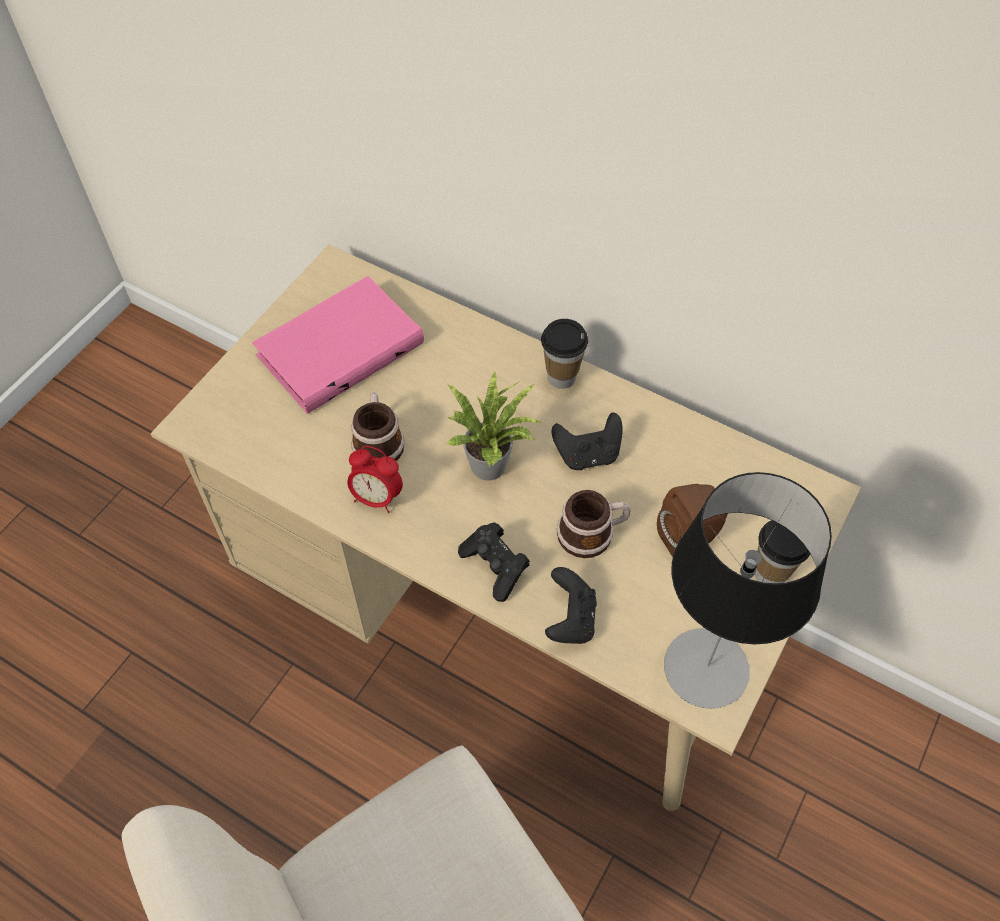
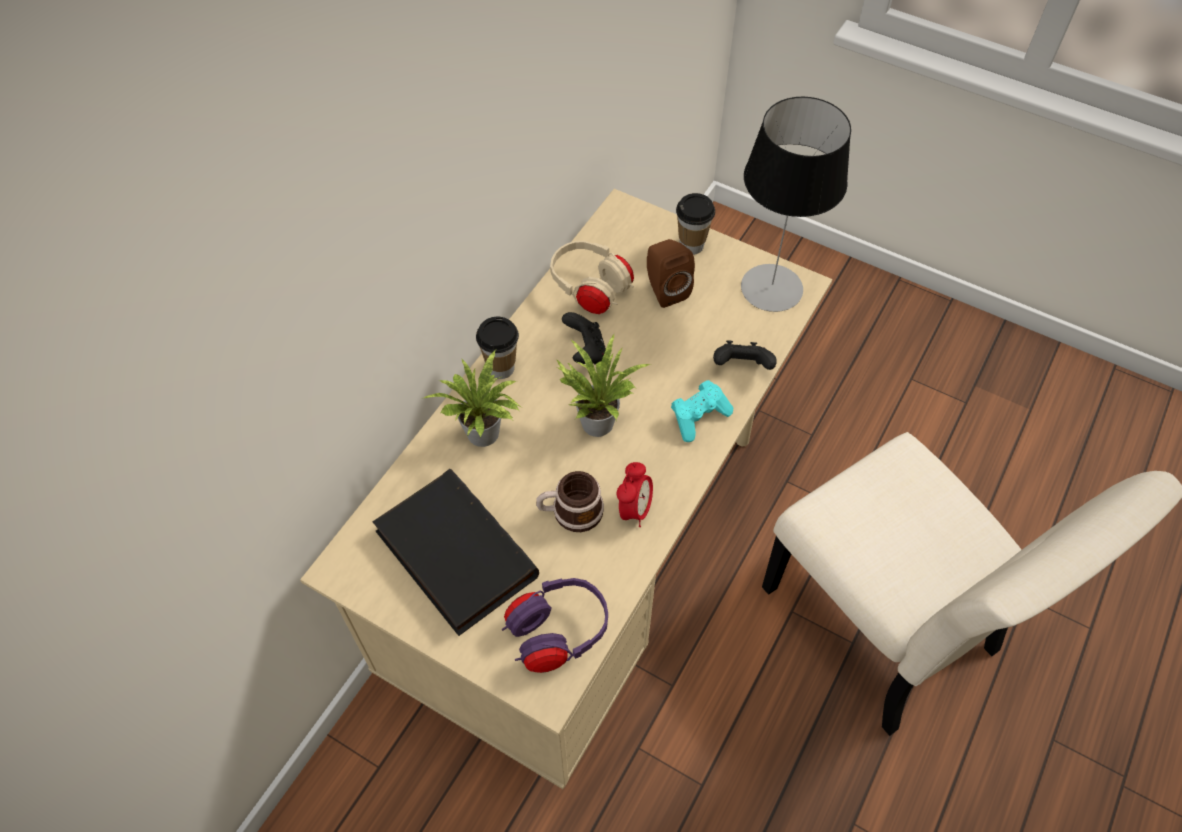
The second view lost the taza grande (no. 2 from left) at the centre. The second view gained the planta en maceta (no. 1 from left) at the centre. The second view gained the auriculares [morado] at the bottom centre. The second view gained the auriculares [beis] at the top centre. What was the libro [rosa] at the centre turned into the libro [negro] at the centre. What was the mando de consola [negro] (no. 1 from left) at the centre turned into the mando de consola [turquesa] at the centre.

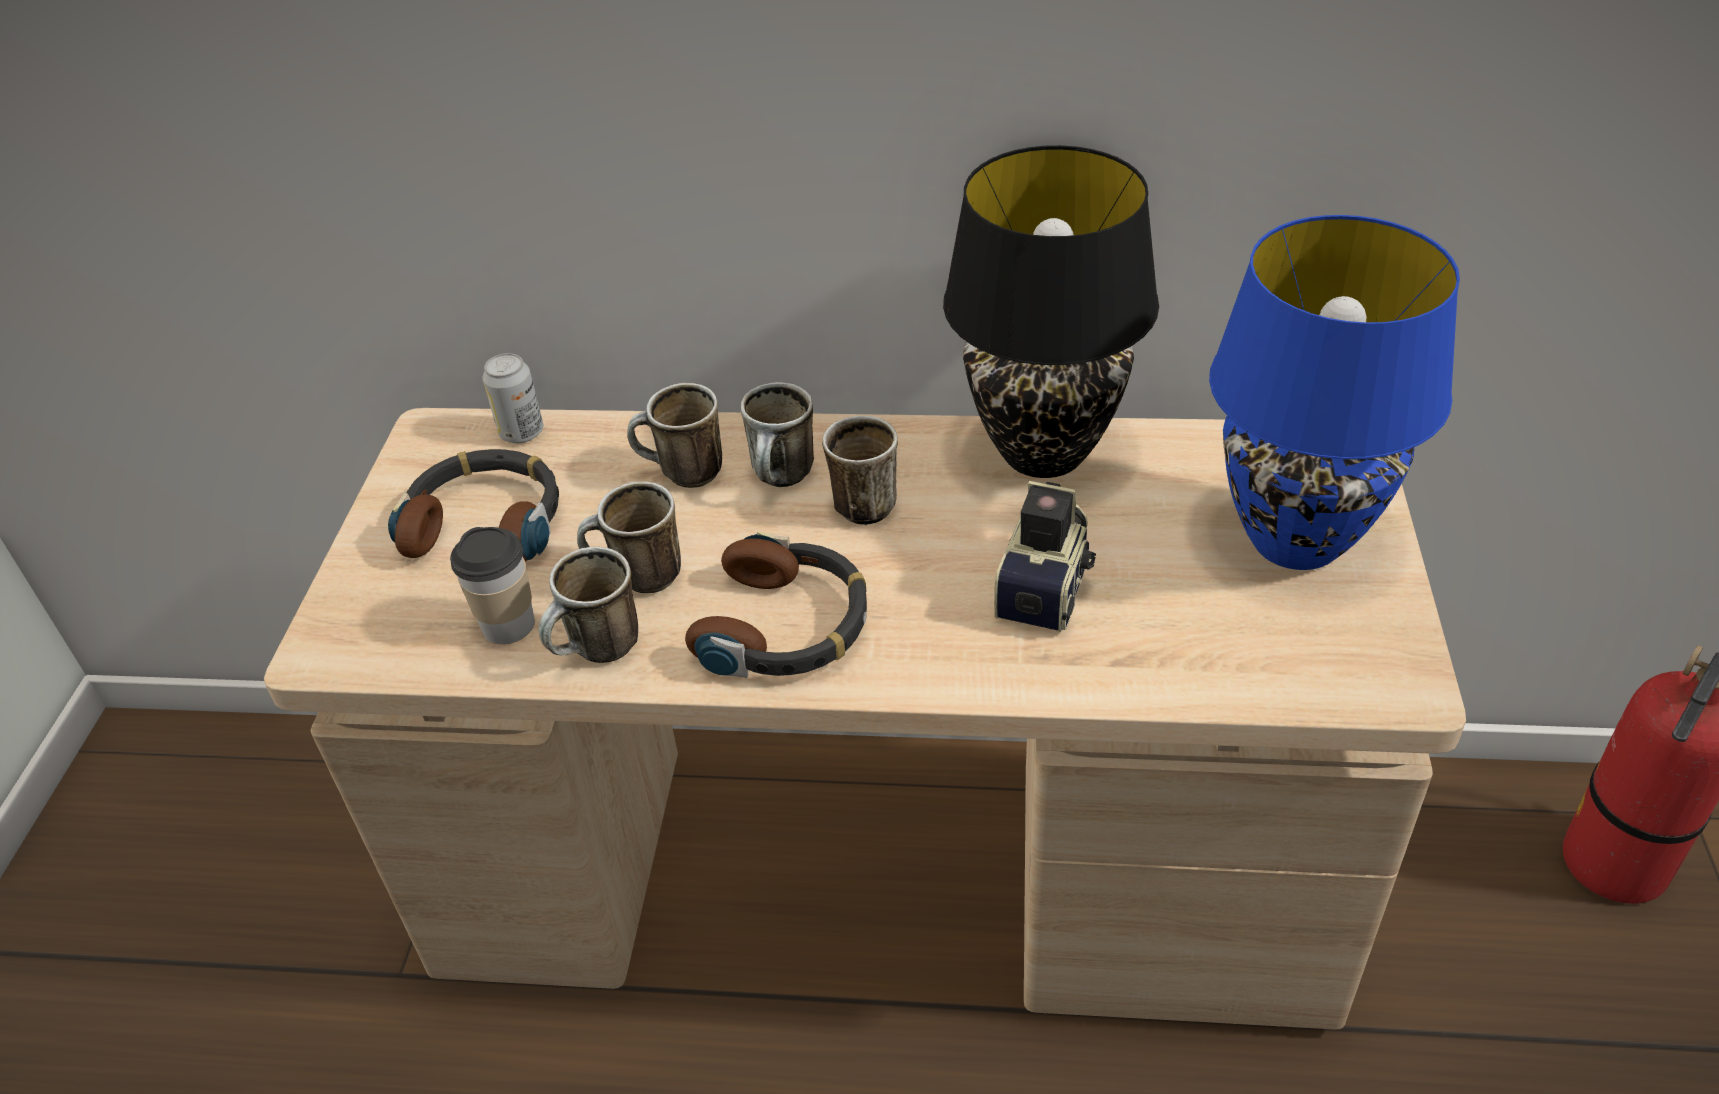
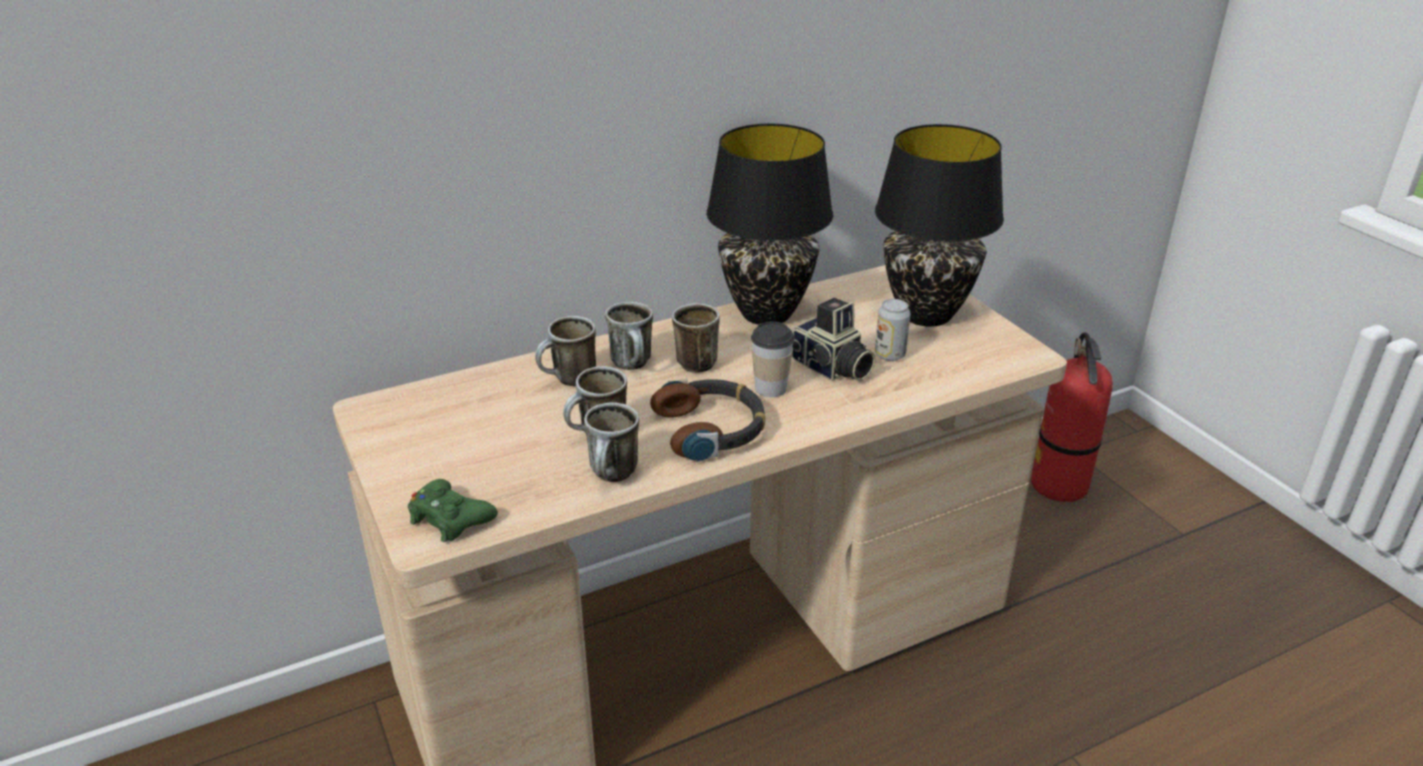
The second view lost the auriculares (no. 1 from left) at the middle left. The second view gained the mando de consola [verde] at the middle left. The taza ended up elsewhere, having gone from the middle left to the centre. The lata ended up elsewhere, having gone from the middle left to the centre. What was the lámpara de mesa [azul] at the middle right turned into the lámpara de mesa [negro] (no. 2 from left) at the top centre. The cámara at the centre ended up facing another way, 150 degrees clockwise from before.

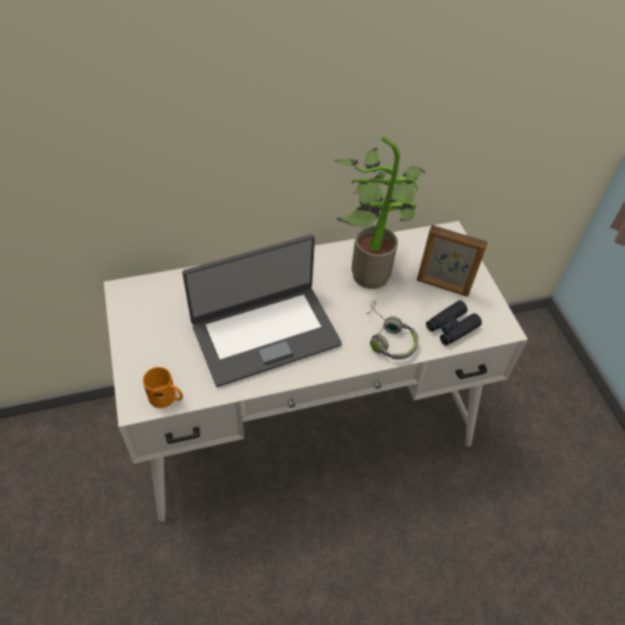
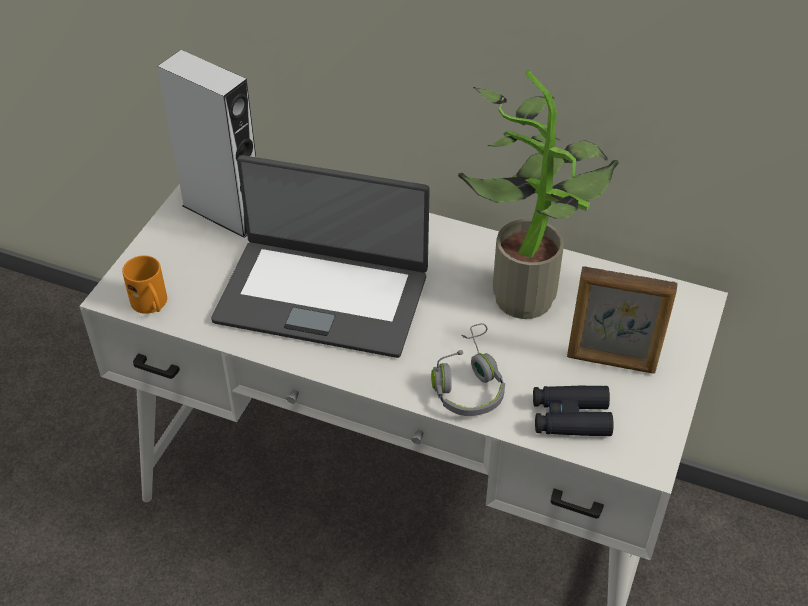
The second view gained the altavoz [gris] at the top left. The portarretratos at the middle right ended up facing another way, 45 degrees counterclockwise from before.

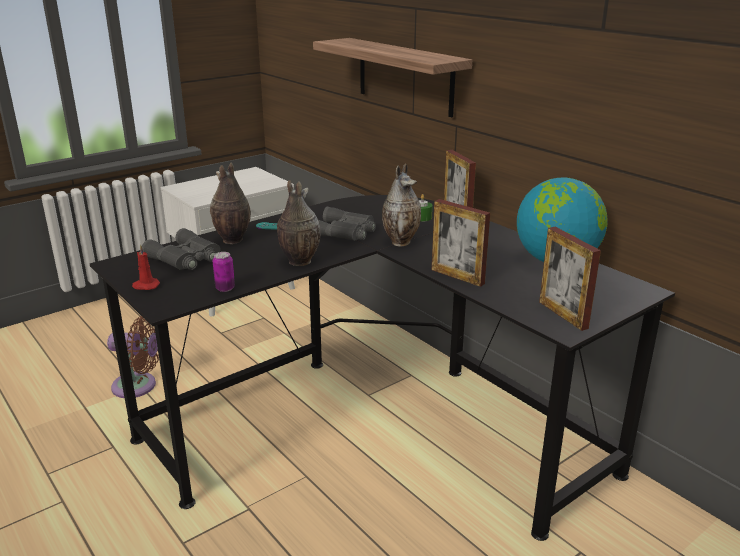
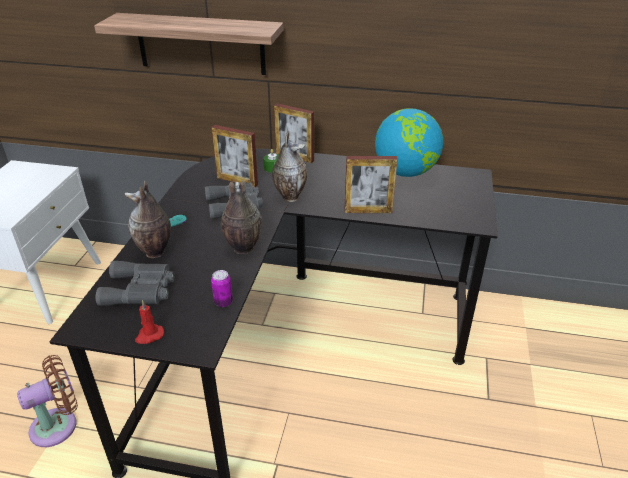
The portarretratos (no. 3 from left in the first image) ended up elsewhere, having gone from the middle right to the top centre.

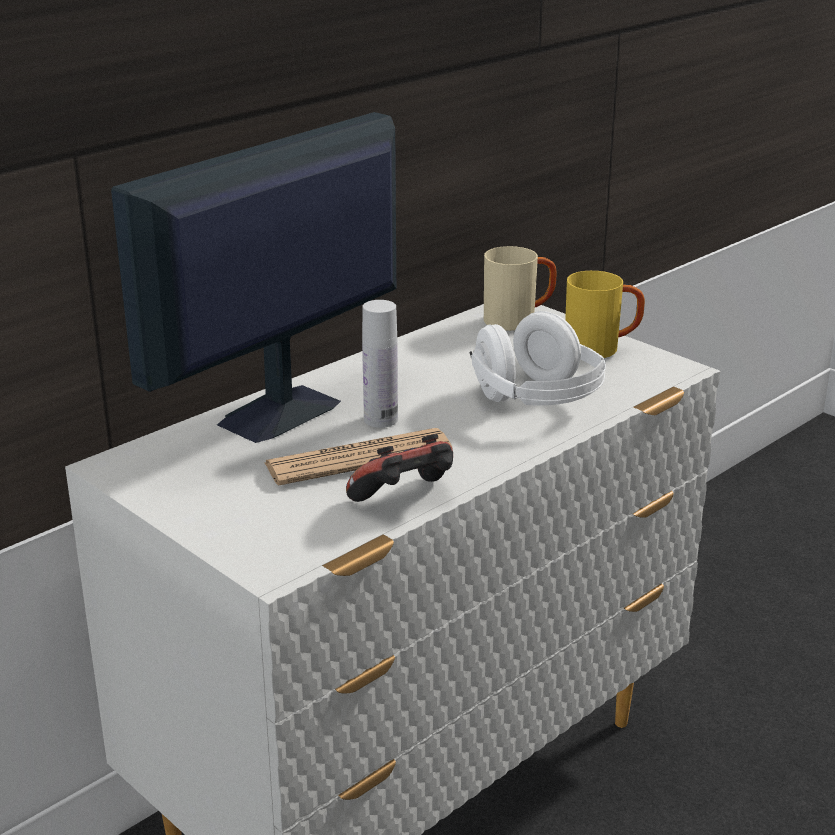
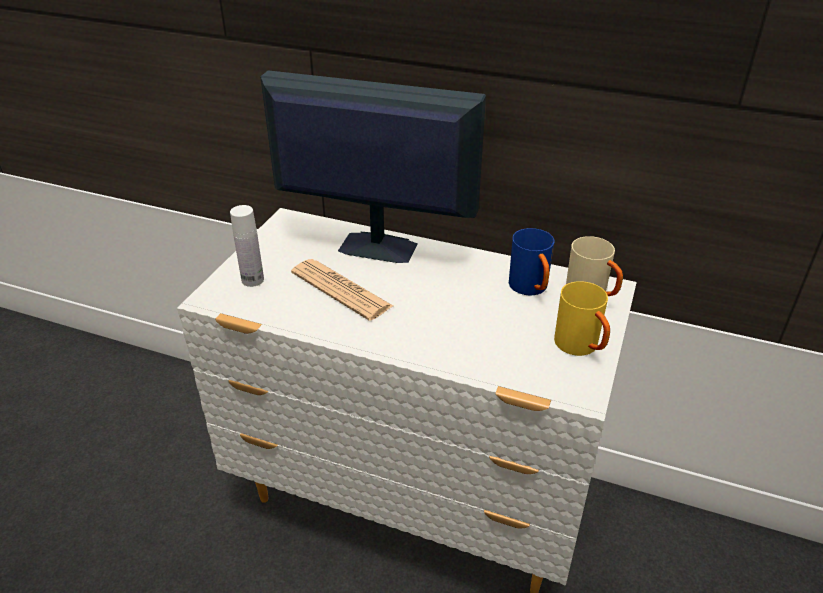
The second view lost the mando de consola at the centre. The second view lost the auriculares [blanco] at the centre. The second view gained the taza grande [azul] at the centre. The botella [blanco] ended up elsewhere, having gone from the centre to the middle left.

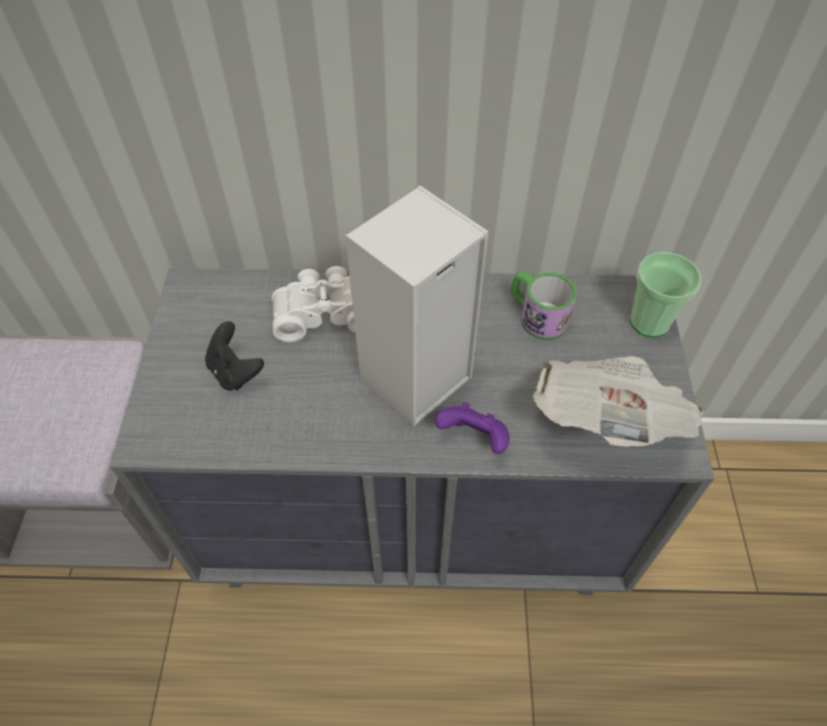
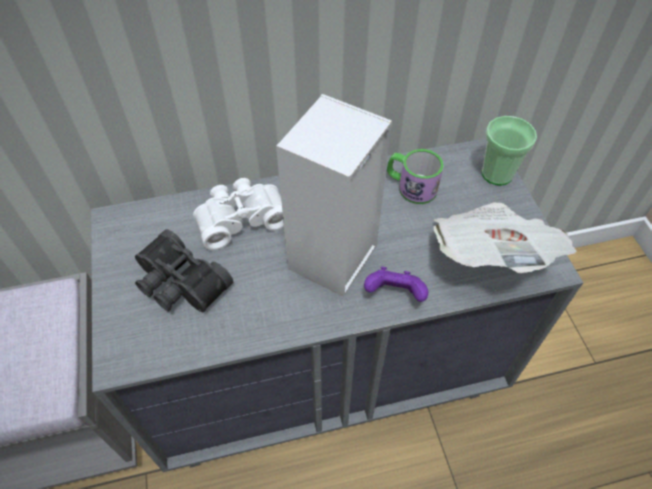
Where the mando de consola [negro] stood at the middle left, the prismáticos [negro] came to stand at the middle left.

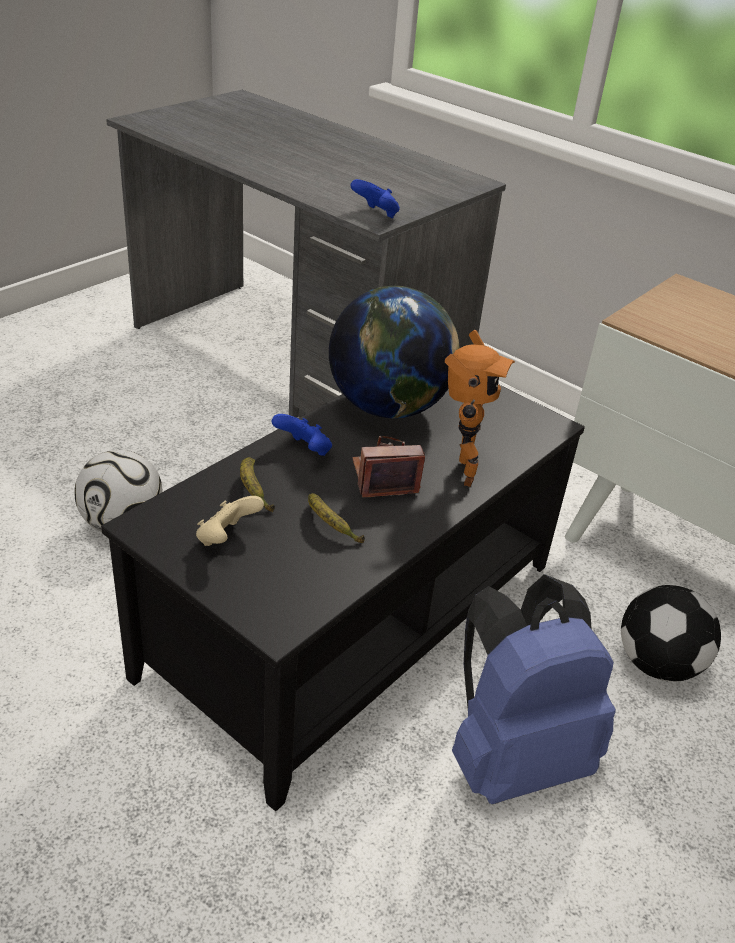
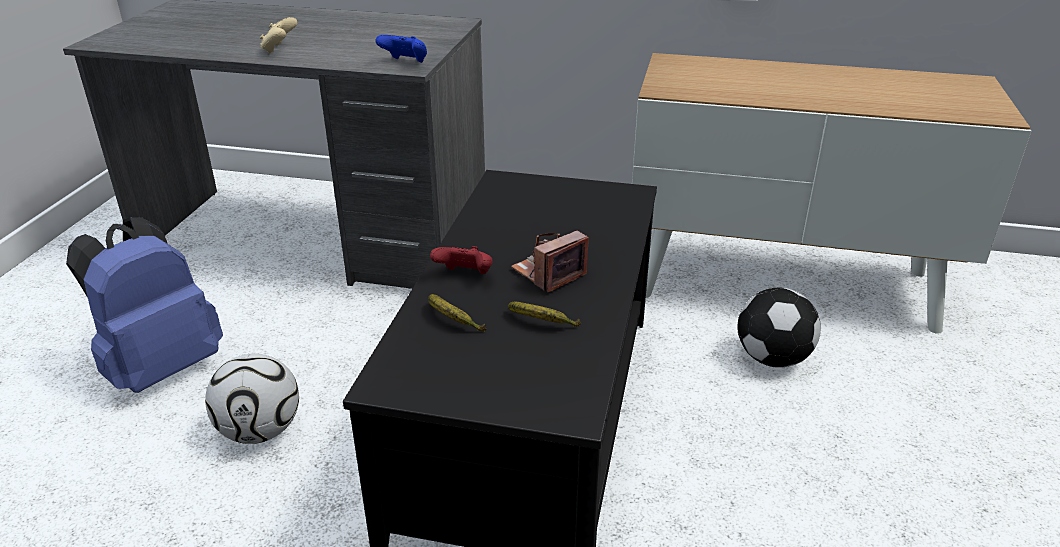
The second view lost the globo terráqueo at the centre. The second view lost the robot de juguete at the centre. The mando de consola [beis] ended up elsewhere, having gone from the middle left to the top left. The mochila [azul] ended up elsewhere, having gone from the bottom right to the middle left. What was the mando de consola [azul] (no. 1 from left) at the centre turned into the mando de consola [rojo] at the centre.

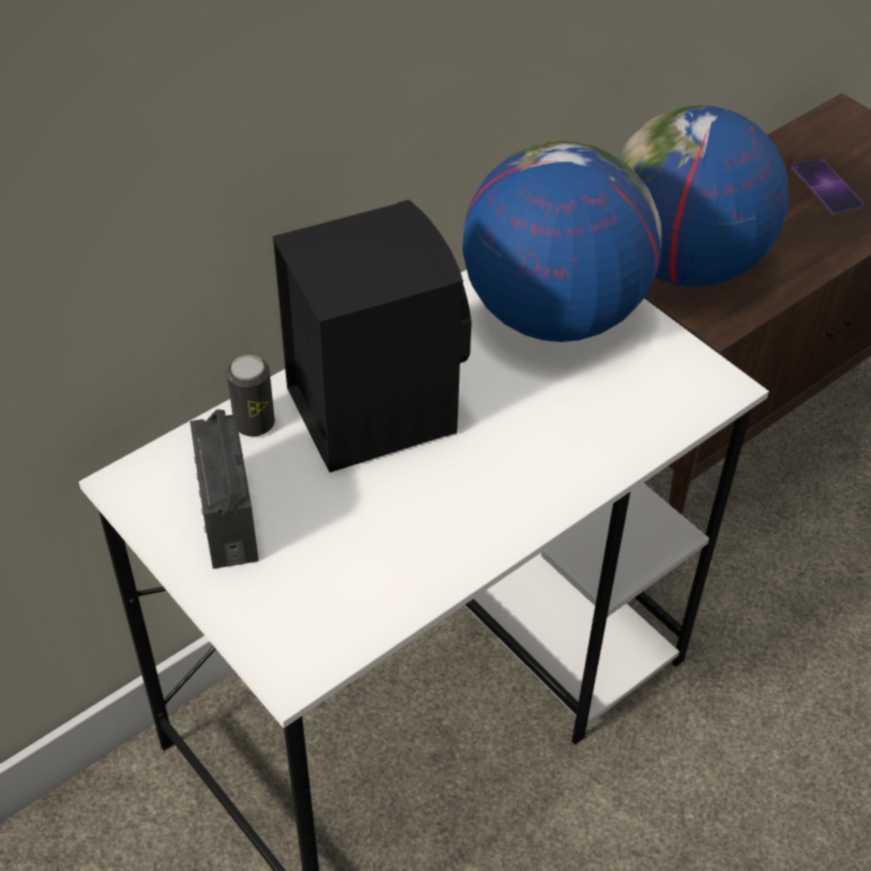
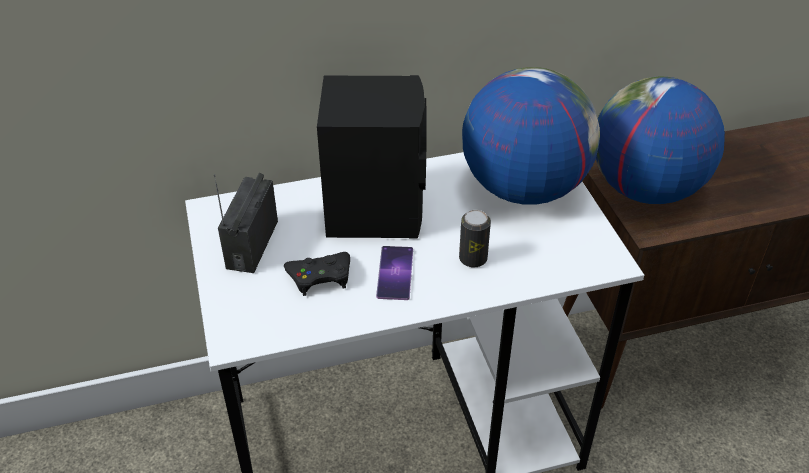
The second view gained the mando de consola [negro] at the centre. The lata ended up elsewhere, having gone from the middle left to the centre. The móvil ended up elsewhere, having gone from the top right to the centre.

